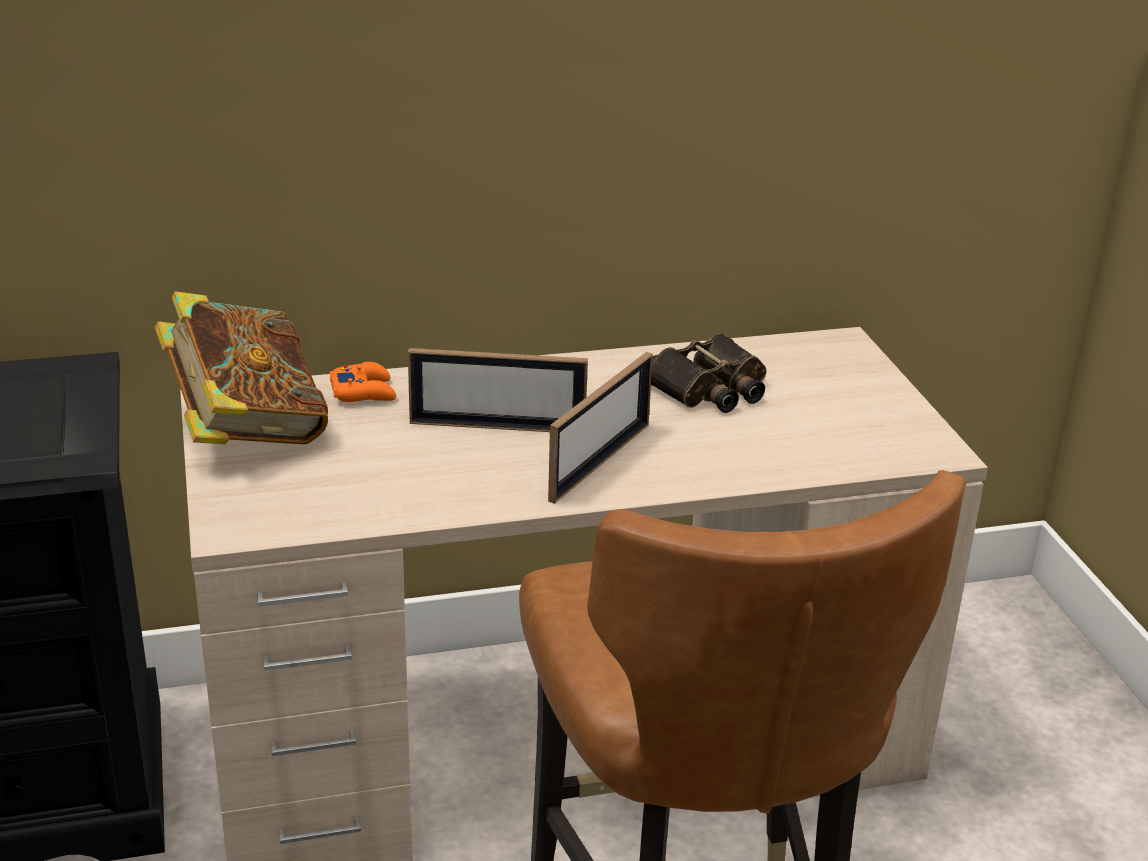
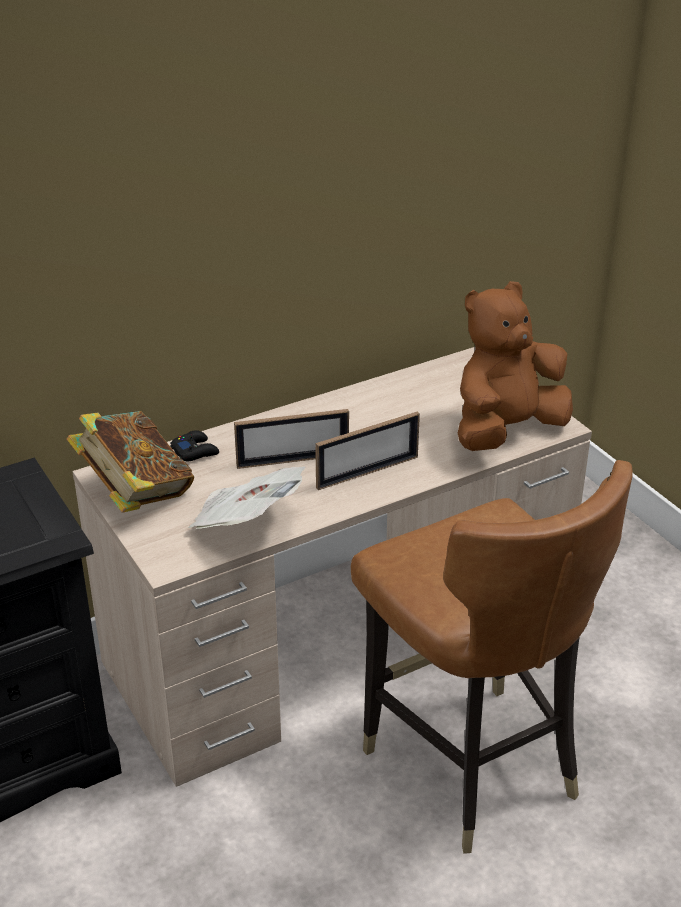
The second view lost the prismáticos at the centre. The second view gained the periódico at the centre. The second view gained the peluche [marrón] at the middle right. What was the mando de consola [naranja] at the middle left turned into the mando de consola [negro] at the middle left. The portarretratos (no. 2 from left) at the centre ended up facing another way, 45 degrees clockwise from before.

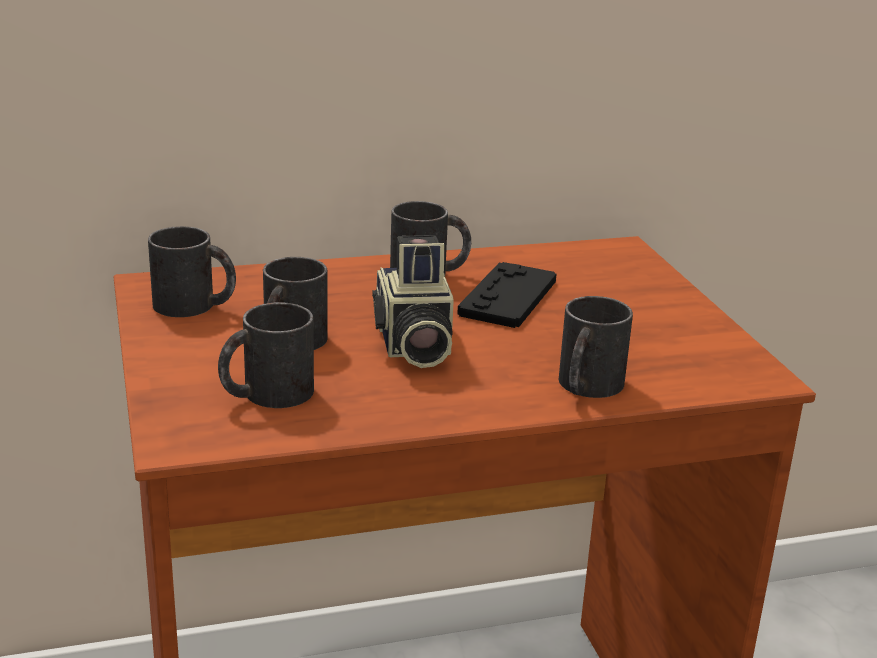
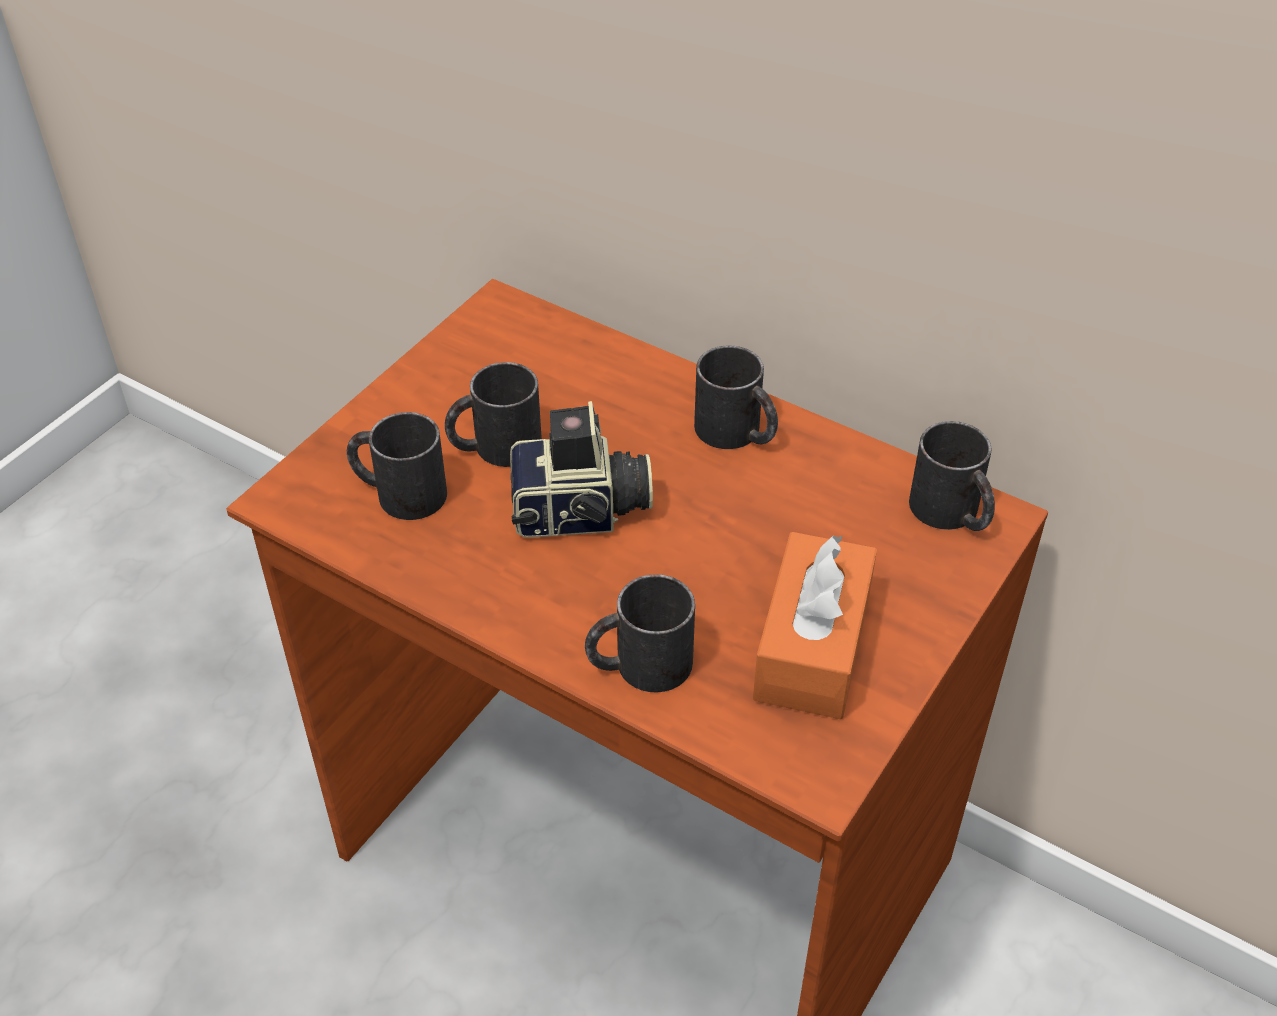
The second view lost the mando de consola [negro] at the centre. The second view gained the caja de pañuelos [naranja] at the centre. The taza grande [negro] (no. 1 from left in the first image) ended up elsewhere, having gone from the middle left to the middle right. The cámara at the centre ended up facing another way, 135 degrees counterclockwise from before.

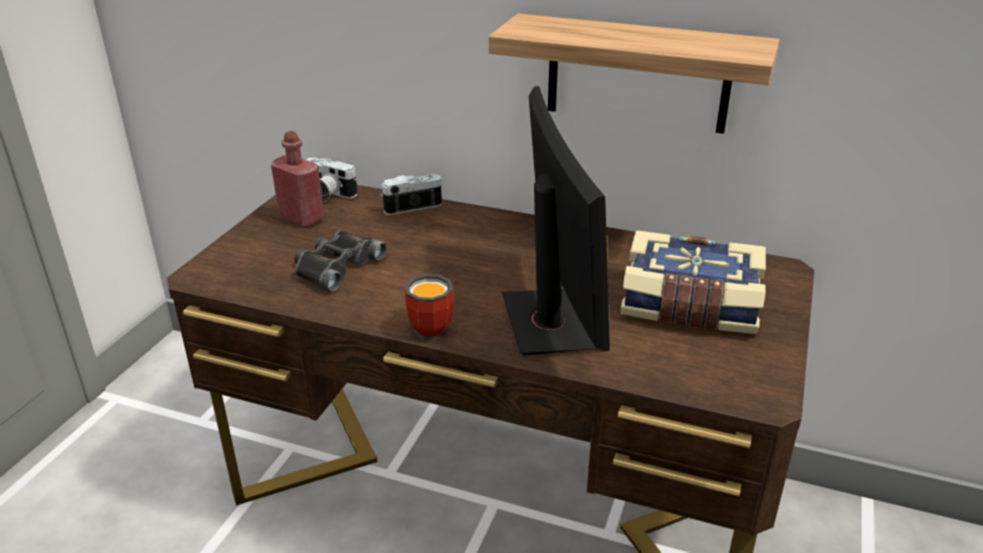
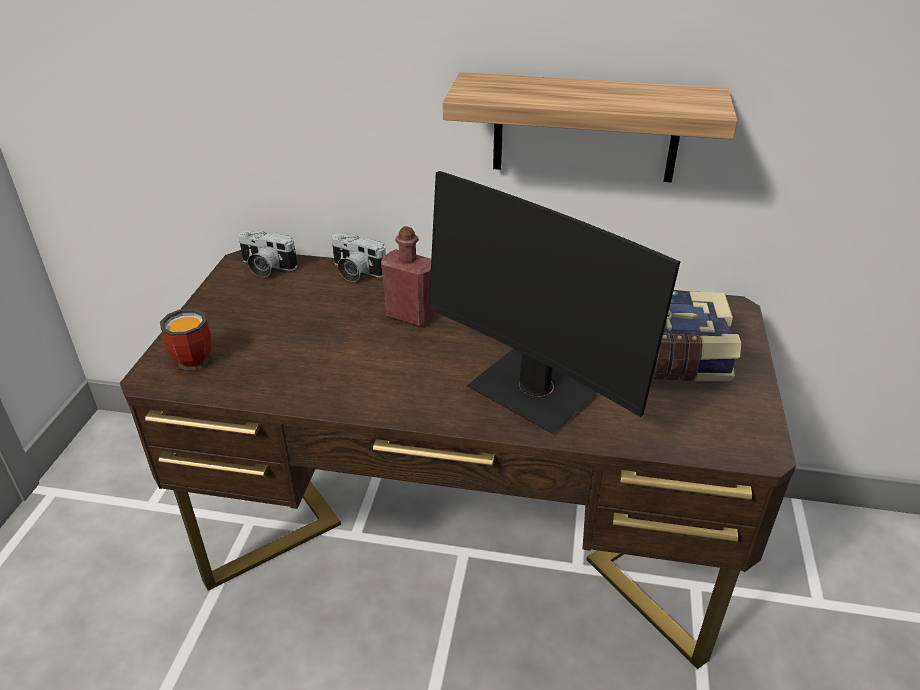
The second view lost the prismáticos [negro] at the centre. The botella [rojo] ended up elsewhere, having gone from the top left to the centre. The taza grande ended up elsewhere, having gone from the centre to the middle left. The cámara (no. 2 from left) at the centre ended up facing another way, 120 degrees counterclockwise from before. The monitor at the centre ended up facing another way, 150 degrees clockwise from before.

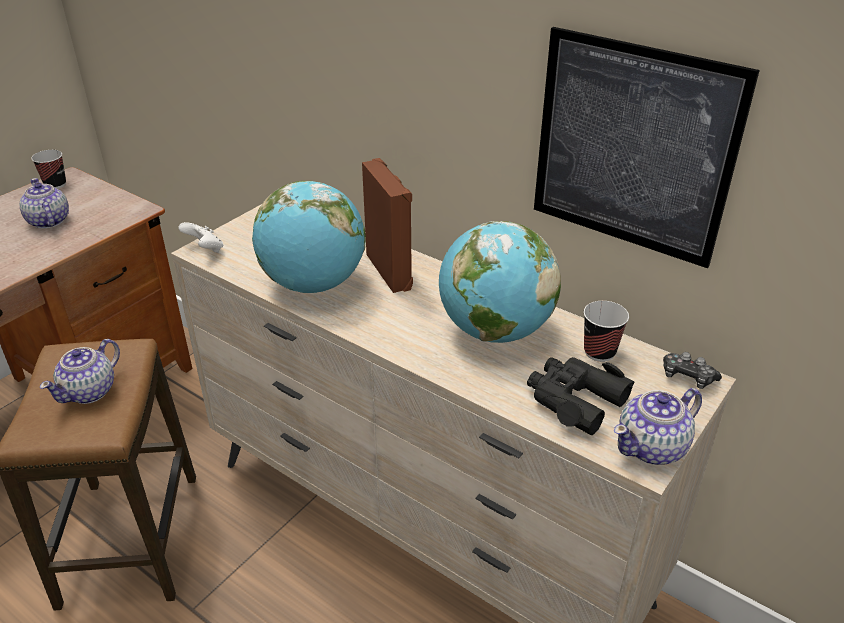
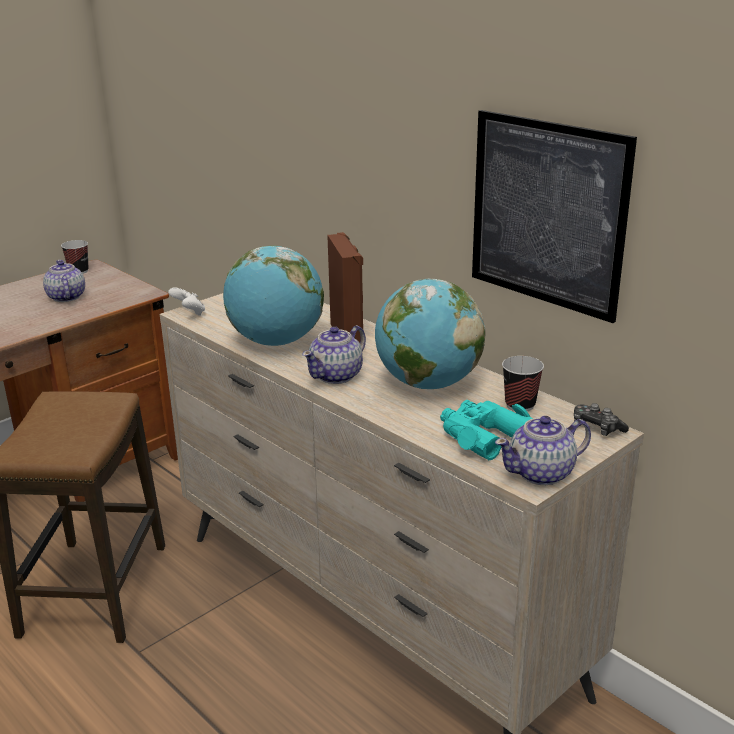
The tetera (no. 2 from left) ended up elsewhere, having gone from the middle left to the centre. What was the prismáticos [negro] at the middle right turned into the prismáticos [turquesa] at the centre.

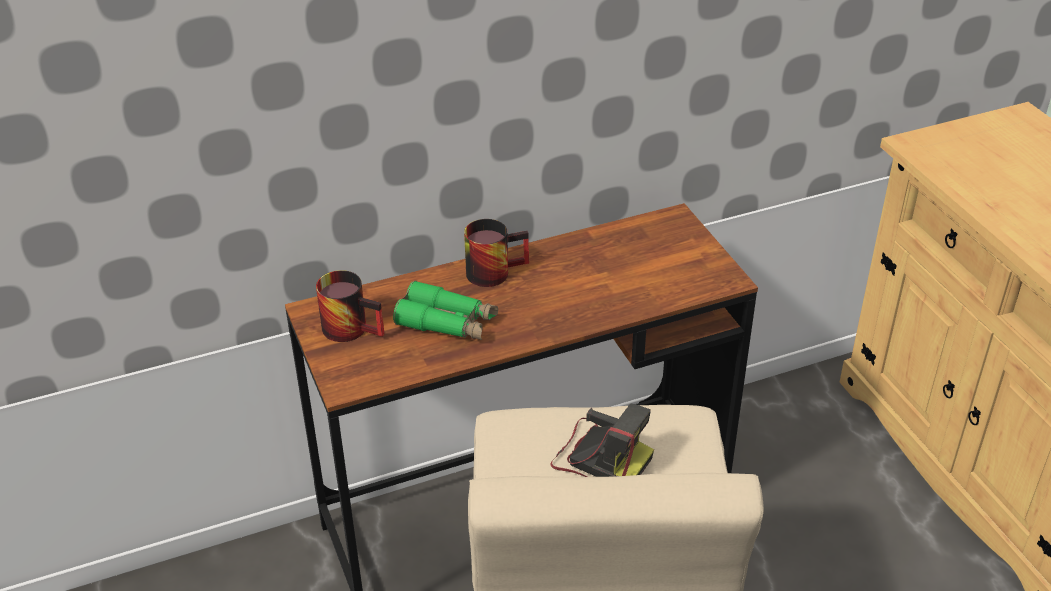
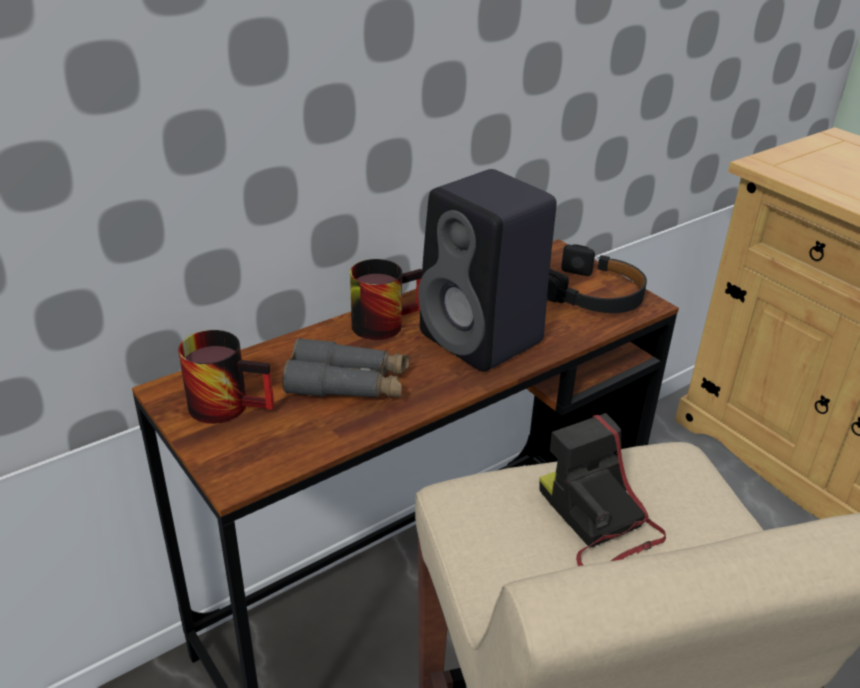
The second view gained the altavoz [negro] at the centre. The second view gained the auriculares [negro] at the middle right. What was the prismáticos [verde] at the centre turned into the prismáticos [gris] at the centre. The cámara at the bottom centre ended up facing another way, 135 degrees counterclockwise from before.

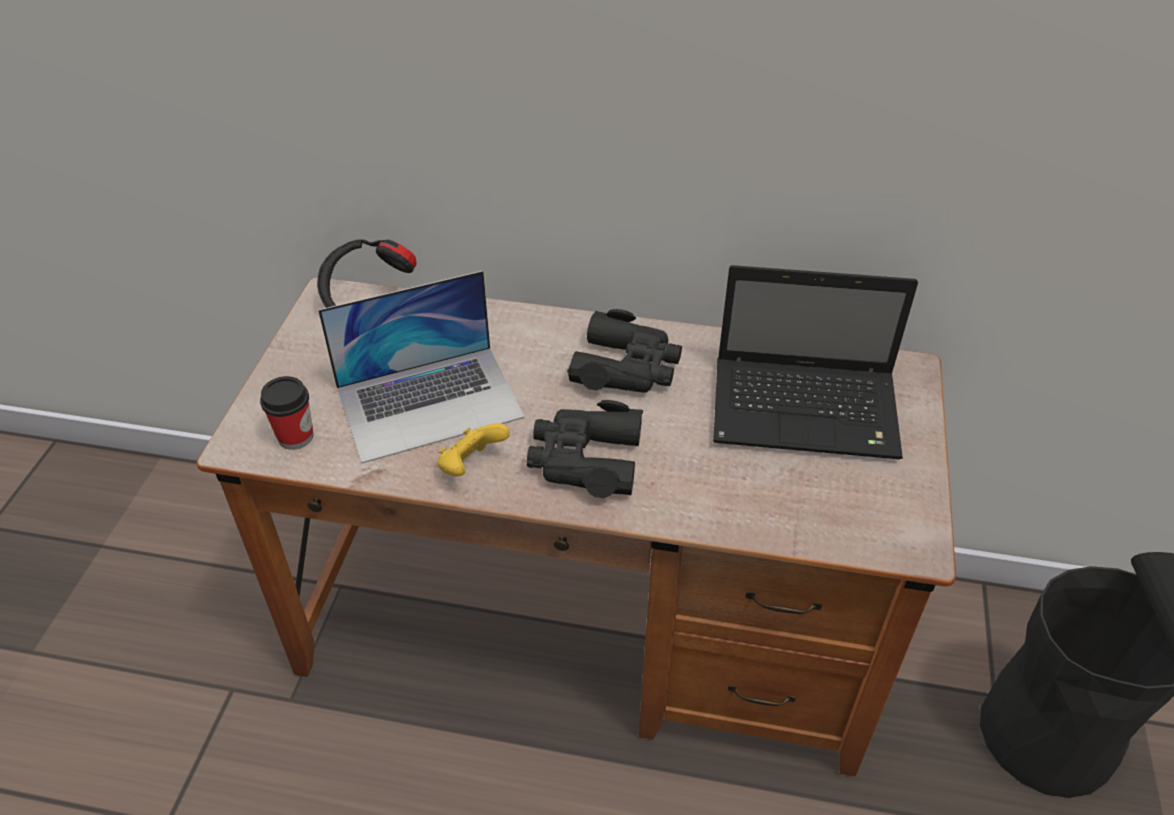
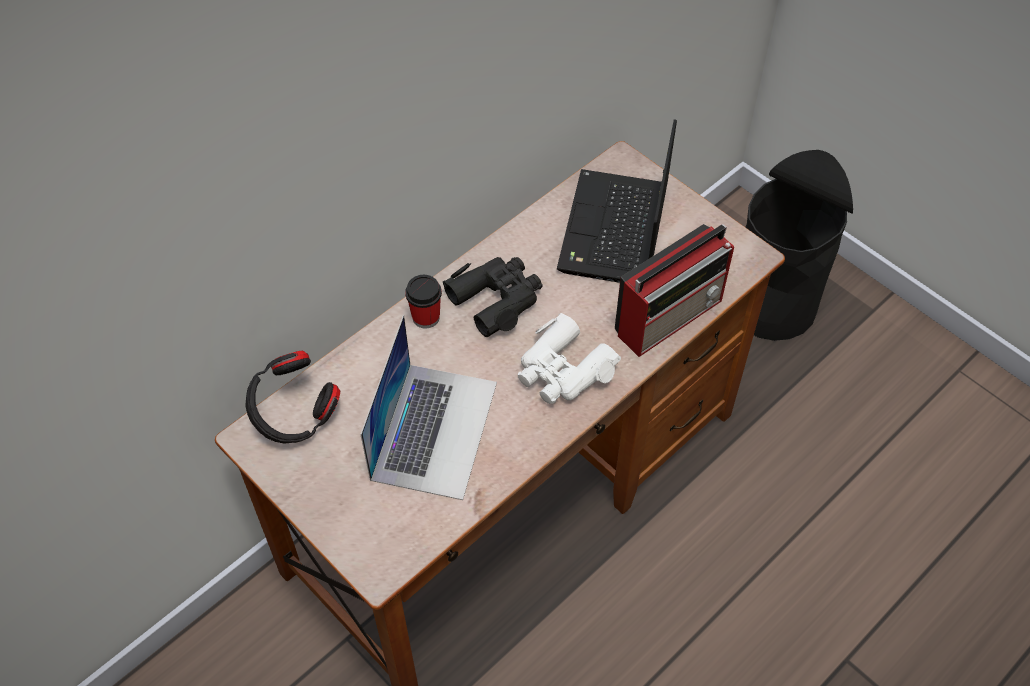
The second view lost the mando de consola [amarillo] at the centre. The second view gained the radio at the centre. The taza ended up elsewhere, having gone from the middle left to the centre. What was the prismáticos [negro] (no. 1 from left) at the centre turned into the prismáticos [blanco] at the centre. The portátil (no. 2 from left) at the middle right ended up facing another way, 150 degrees clockwise from before.

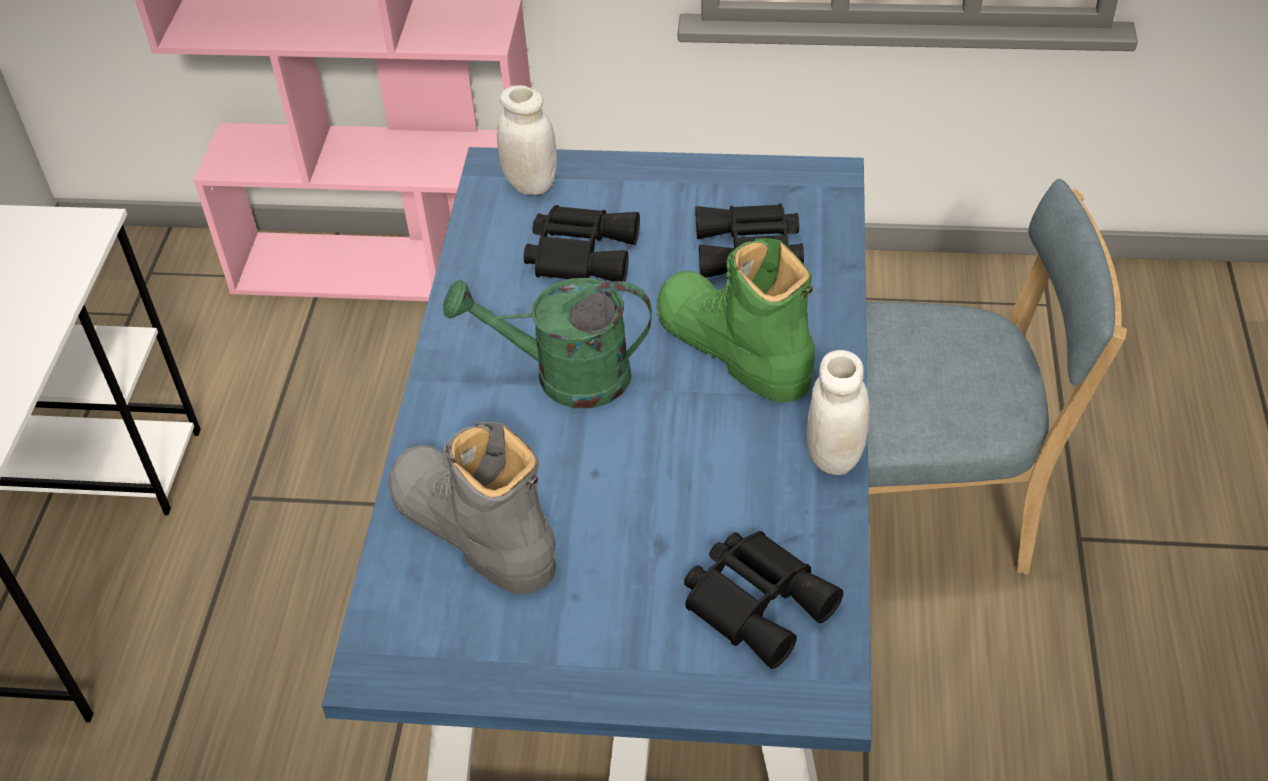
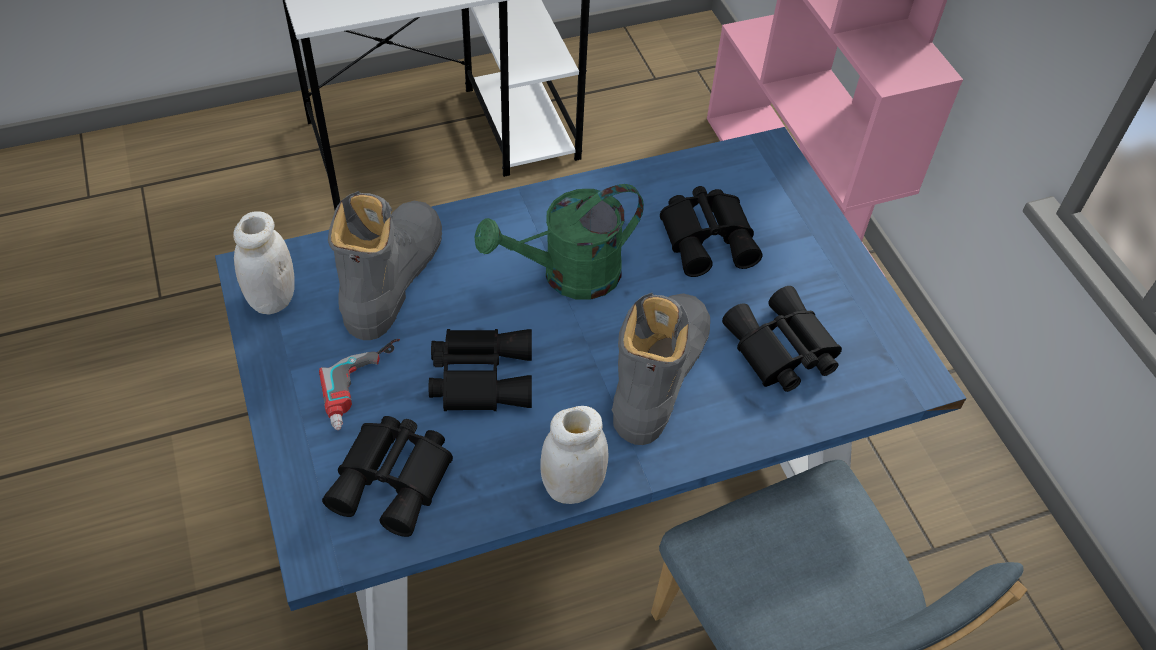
The second view gained the taladro at the middle left. The second view gained the prismáticos [negro] (no. 2 from left) at the centre. The tarro [blanco] (no. 1 from left) ended up elsewhere, having gone from the top centre to the middle left. What was the bota [verde] at the centre turned into the bota [gris] (no. 2 from left) at the centre. The regadera [verde] at the centre ended up facing another way, 90 degrees counterclockwise from before.

